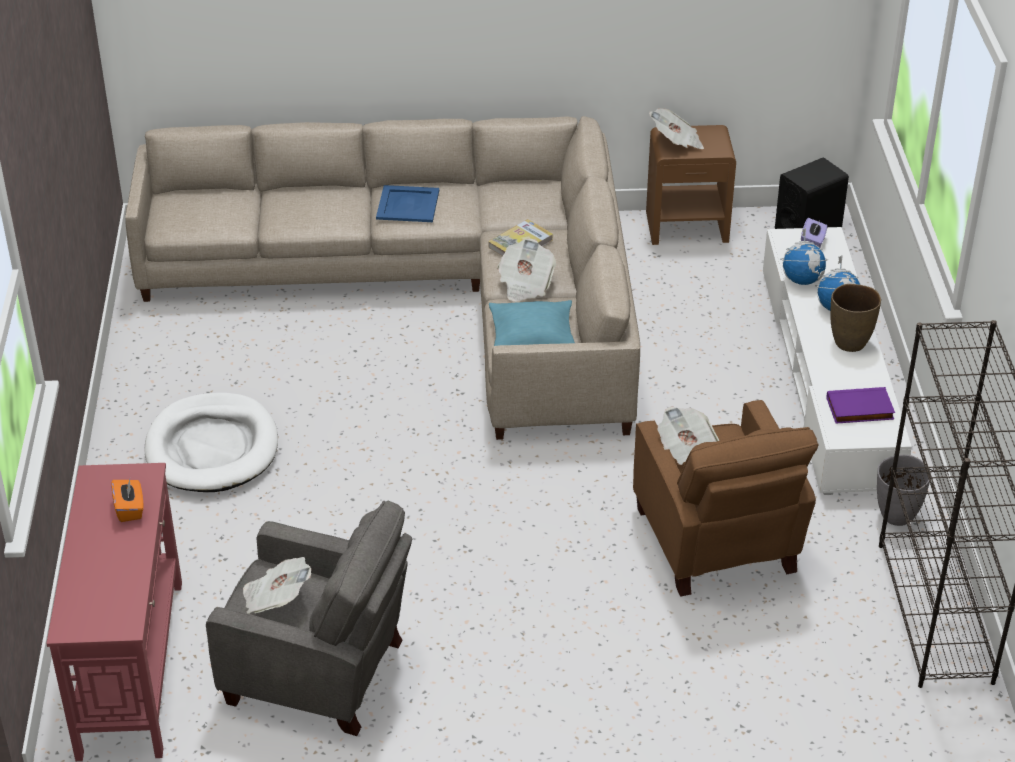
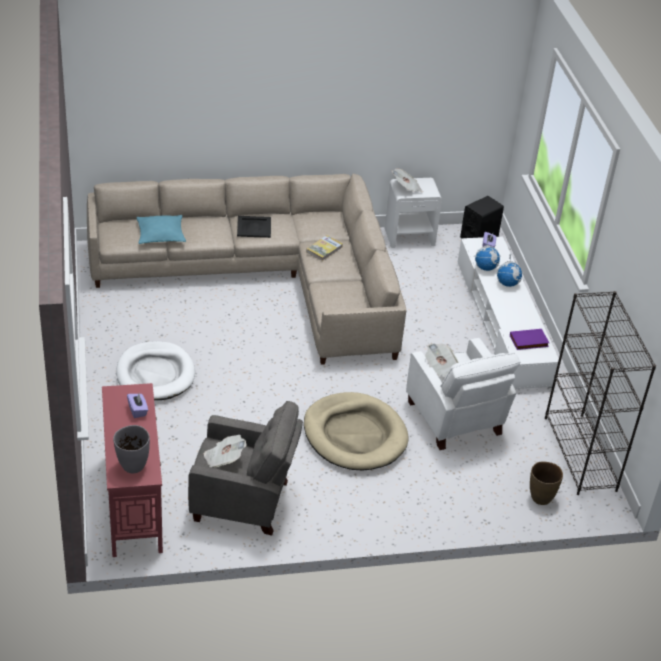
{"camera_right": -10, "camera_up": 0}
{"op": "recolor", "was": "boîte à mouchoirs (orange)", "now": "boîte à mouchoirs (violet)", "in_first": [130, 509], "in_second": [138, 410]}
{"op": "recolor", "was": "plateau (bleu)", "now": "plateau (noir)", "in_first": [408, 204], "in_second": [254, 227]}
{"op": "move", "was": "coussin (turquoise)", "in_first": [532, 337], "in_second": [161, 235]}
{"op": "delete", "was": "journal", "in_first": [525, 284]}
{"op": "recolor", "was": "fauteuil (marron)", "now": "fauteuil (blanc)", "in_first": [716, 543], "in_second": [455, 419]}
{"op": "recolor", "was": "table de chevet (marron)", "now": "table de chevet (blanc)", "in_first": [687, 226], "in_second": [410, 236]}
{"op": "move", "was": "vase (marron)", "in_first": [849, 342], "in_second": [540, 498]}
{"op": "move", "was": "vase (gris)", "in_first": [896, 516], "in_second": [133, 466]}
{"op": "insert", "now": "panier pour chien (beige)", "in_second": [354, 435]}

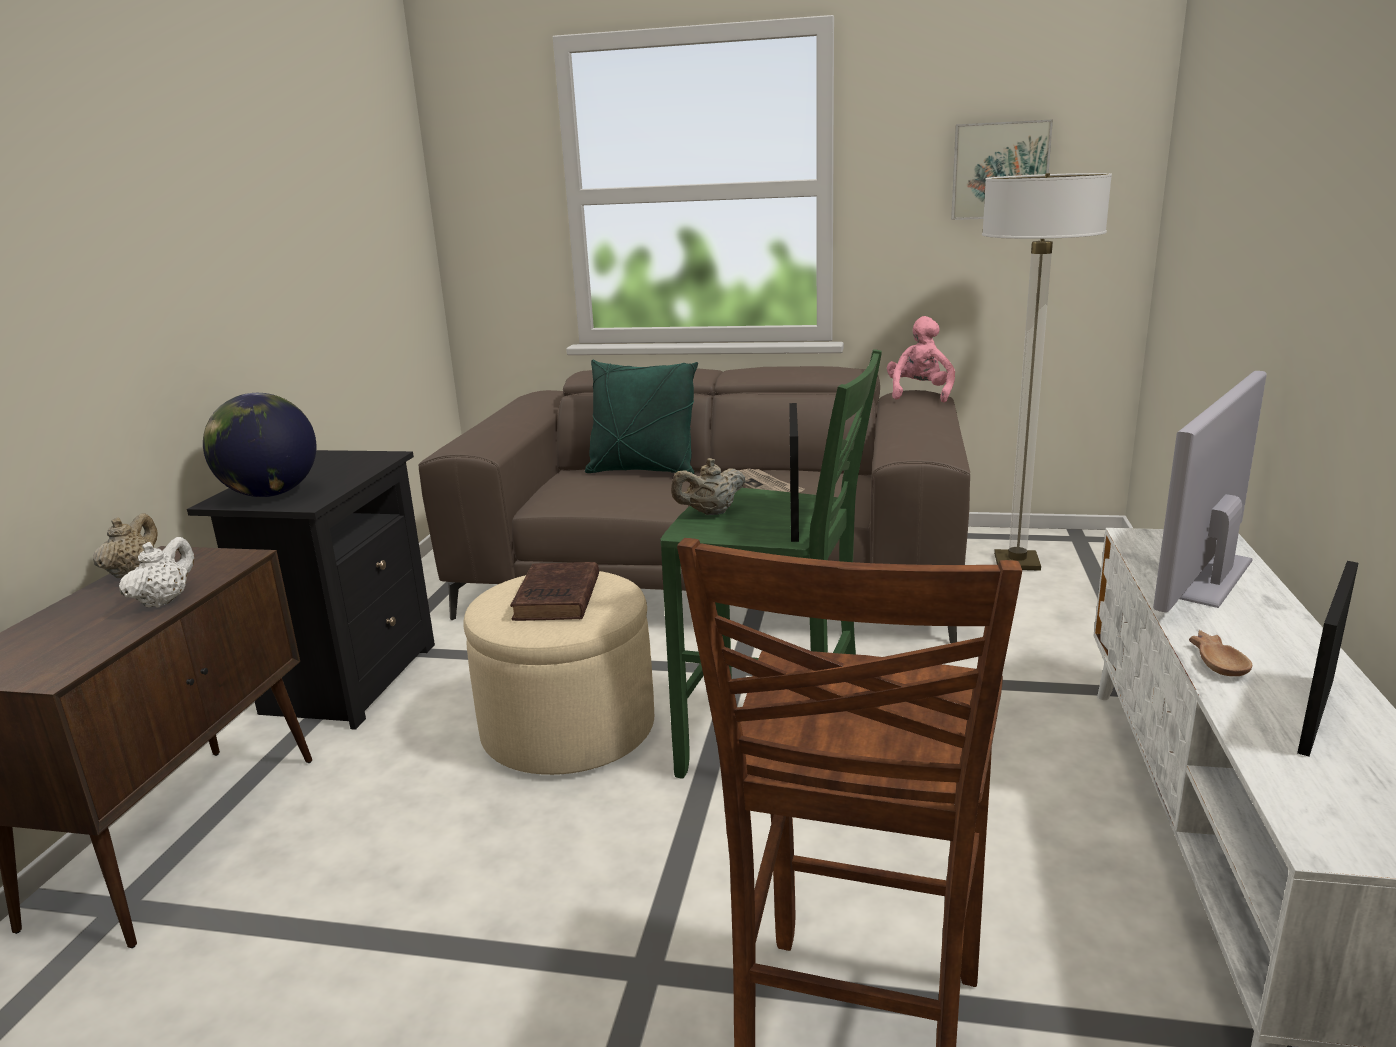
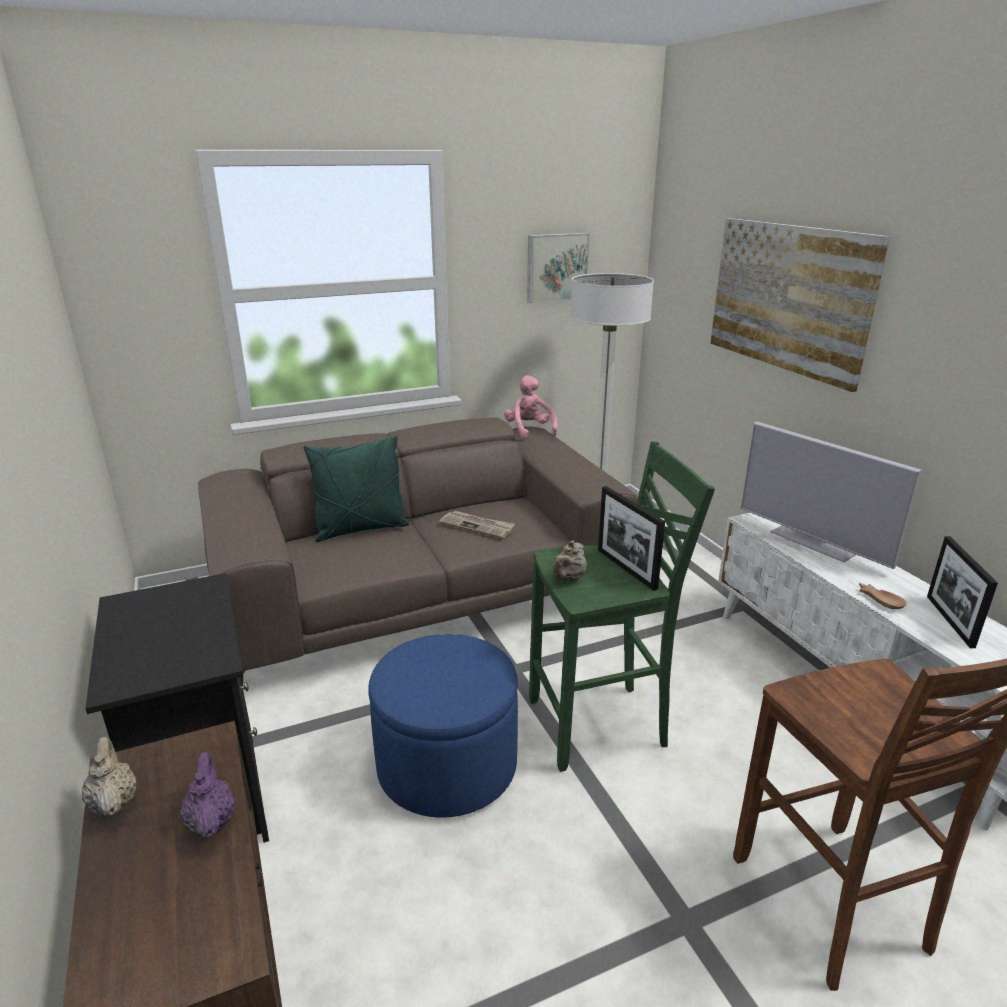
{"camera_right": -35, "camera_up": 5}
{"op": "recolor", "was": "théière (blanc)", "now": "théière (violet)", "in_first": [164, 601], "in_second": [211, 820]}
{"op": "delete", "was": "globe", "in_first": [271, 494]}
{"op": "recolor", "was": "pouf (beige)", "now": "pouf (bleu)", "in_first": [568, 729], "in_second": [447, 765]}
{"op": "delete", "was": "livre (marron)", "in_first": [557, 599]}
{"op": "rotate", "was": "téléviseur", "in_first": [1209, 577], "in_second": [813, 542], "clockwise": -45}
{"op": "insert", "now": "tableau", "in_second": [788, 297]}

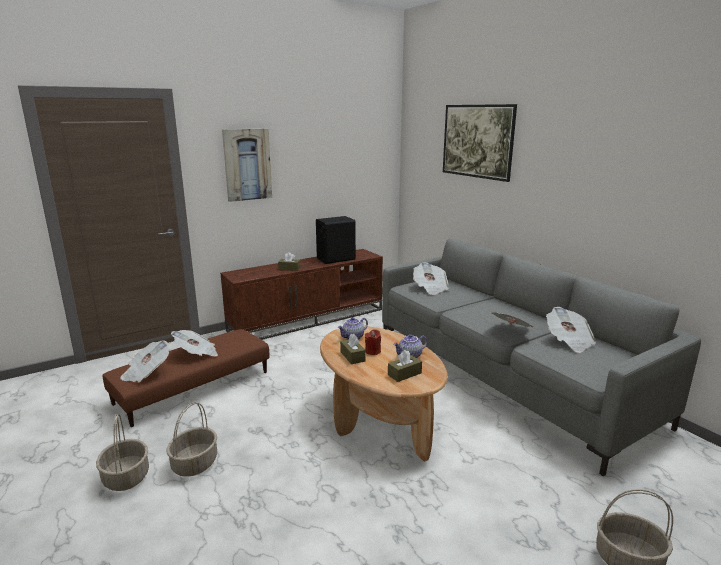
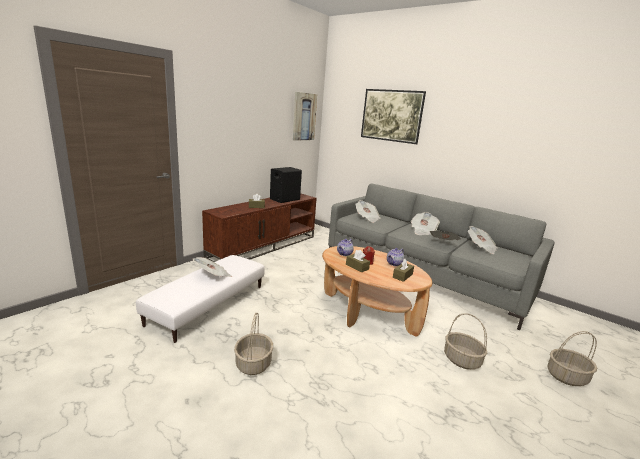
{"camera_right": -20, "camera_up": 0}
{"op": "move", "was": "panier", "in_first": [126, 477], "in_second": [461, 360]}
{"op": "recolor", "was": "pouf (marron)", "now": "pouf (blanc)", "in_first": [193, 387], "in_second": [208, 304]}
{"op": "move", "was": "journal", "in_first": [146, 373], "in_second": [423, 231]}
{"op": "move", "was": "tableau", "in_first": [247, 164], "in_second": [304, 117]}

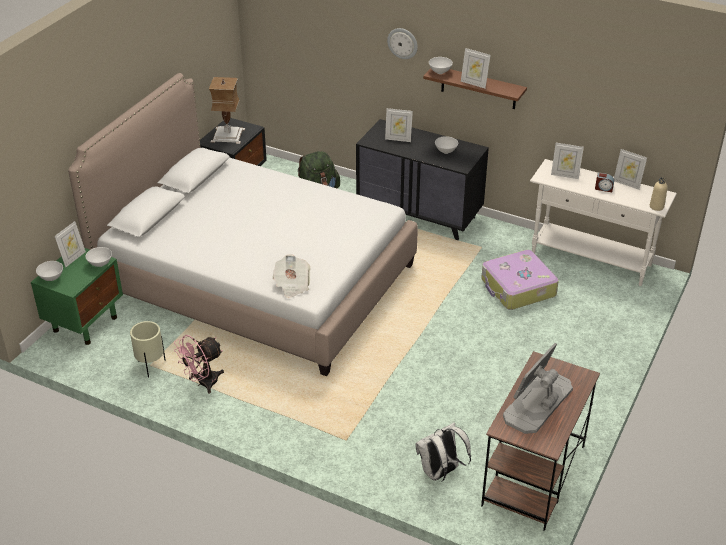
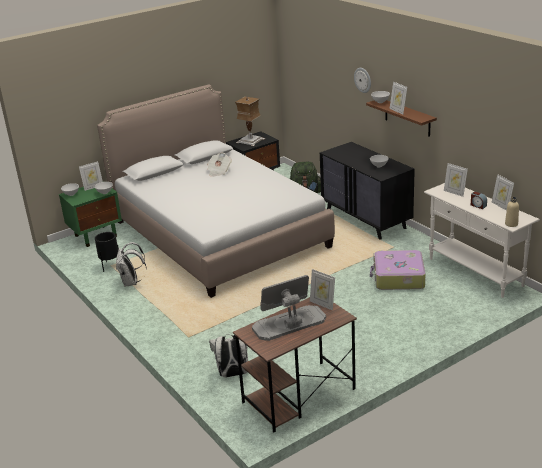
{"camera_right": 30, "camera_up": -10}
{"op": "recolor", "was": "cache-pot (beige)", "now": "cache-pot (noir)", "in_first": [150, 366], "in_second": [110, 266]}
{"op": "replace", "was": "ventilateur (rose)", "now": "sac à dos (blanc)", "in_first": [203, 383], "in_second": [131, 282]}
{"op": "move", "was": "journal", "in_first": [292, 285], "in_second": [219, 171]}
{"op": "move", "was": "cadre photo", "in_first": [398, 139], "in_second": [322, 304]}

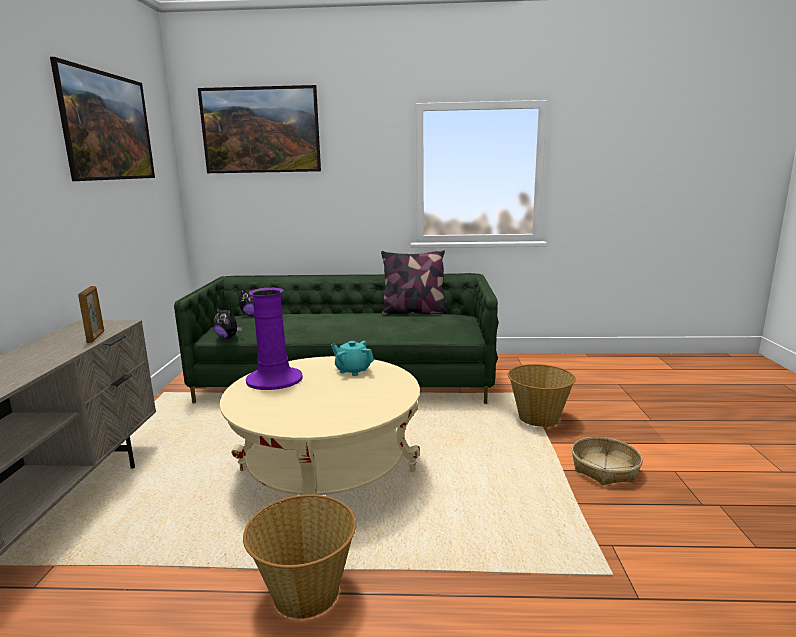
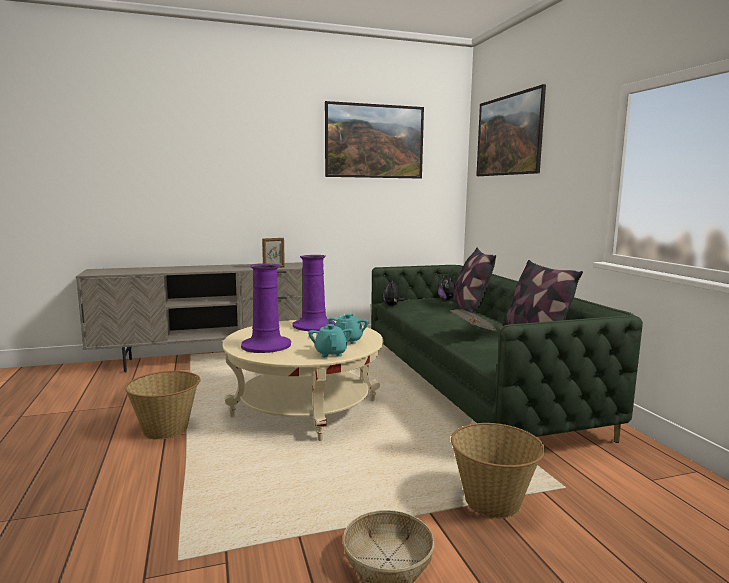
{"camera_right": 70, "camera_up": -5}
{"op": "insert", "now": "vase (violet)", "in_second": [265, 345]}
{"op": "insert", "now": "théière (turquoise)", "in_second": [331, 353]}
{"op": "insert", "now": "journal", "in_second": [474, 333]}
{"op": "insert", "now": "coussin", "in_second": [469, 308]}

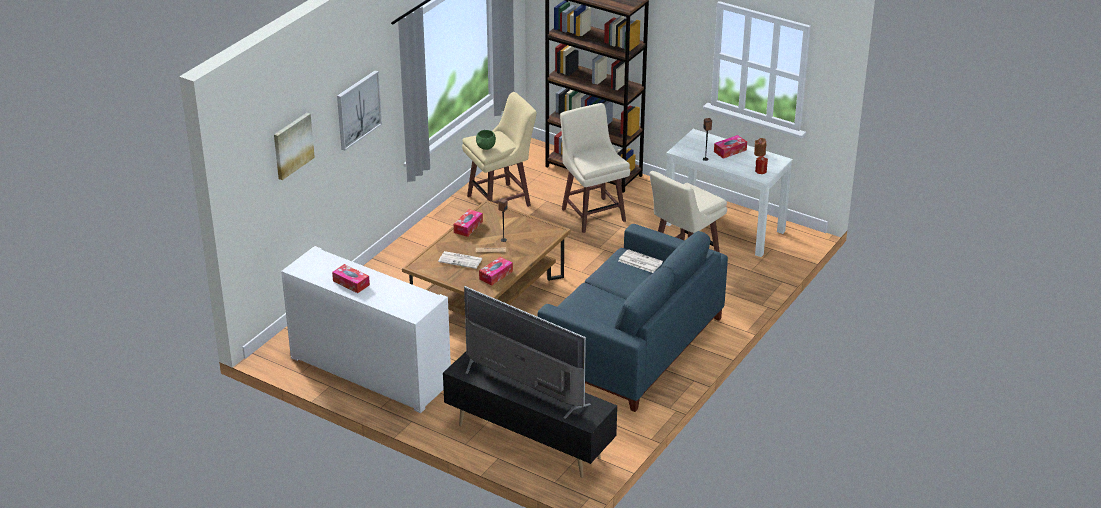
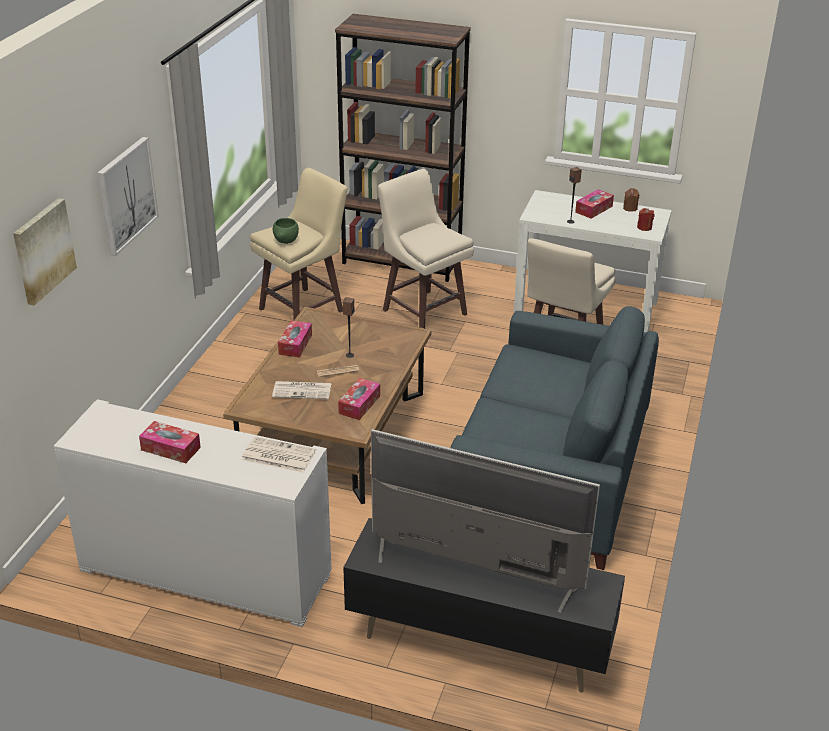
{"camera_right": -15, "camera_up": 0}
{"op": "move", "was": "journal", "in_first": [639, 261], "in_second": [277, 455]}

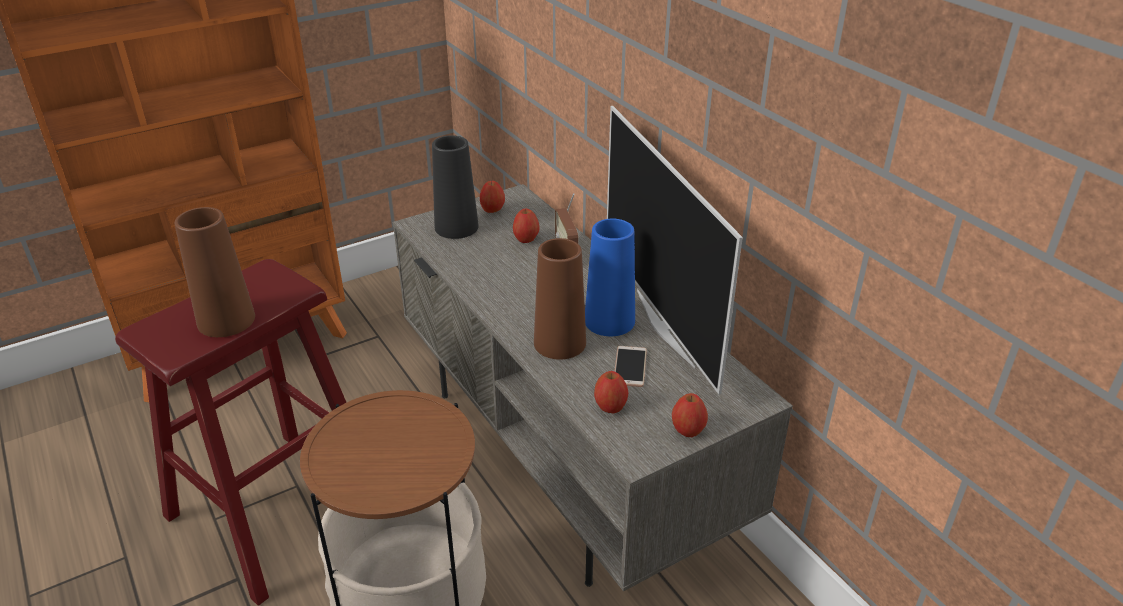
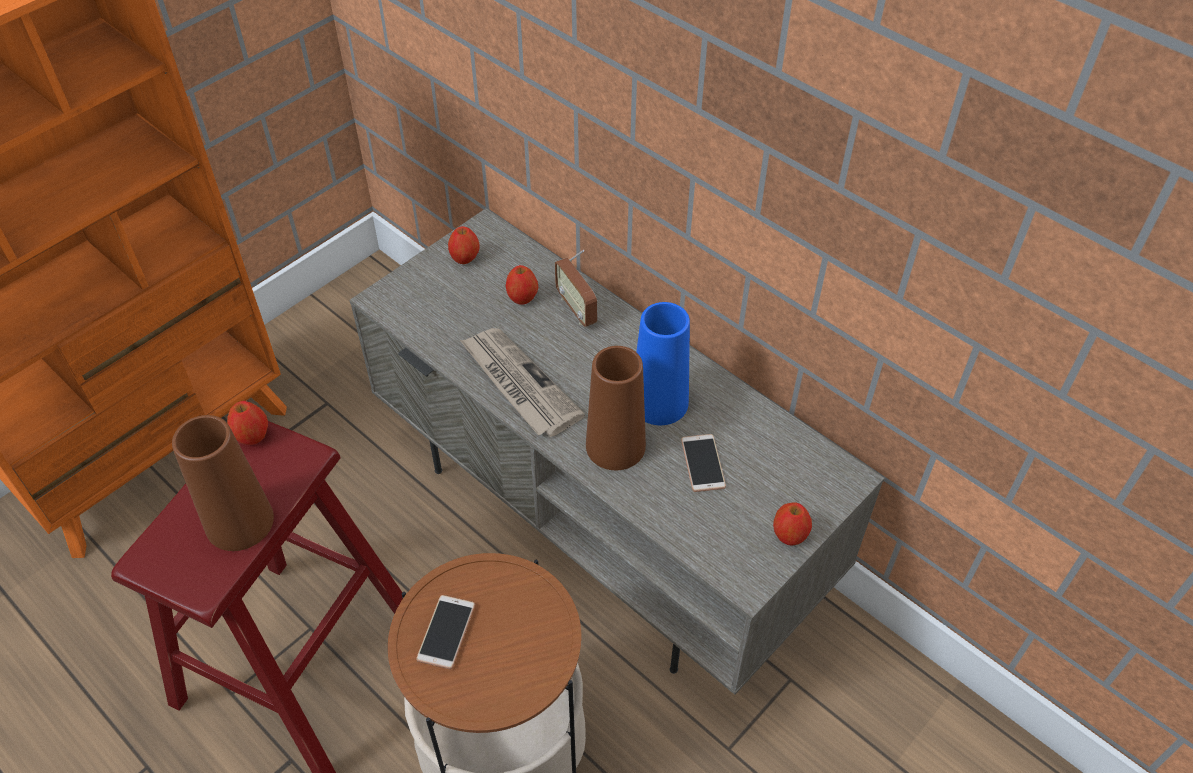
{"camera_right": -15, "camera_up": 15}
{"op": "delete", "was": "vase (noir)", "in_first": [456, 227]}
{"op": "move", "was": "pomme", "in_first": [610, 407], "in_second": [252, 436]}
{"op": "delete", "was": "téléviseur", "in_first": [666, 326]}
{"op": "insert", "now": "téléphone", "in_second": [446, 632]}
{"op": "insert", "now": "journal", "in_second": [518, 384]}

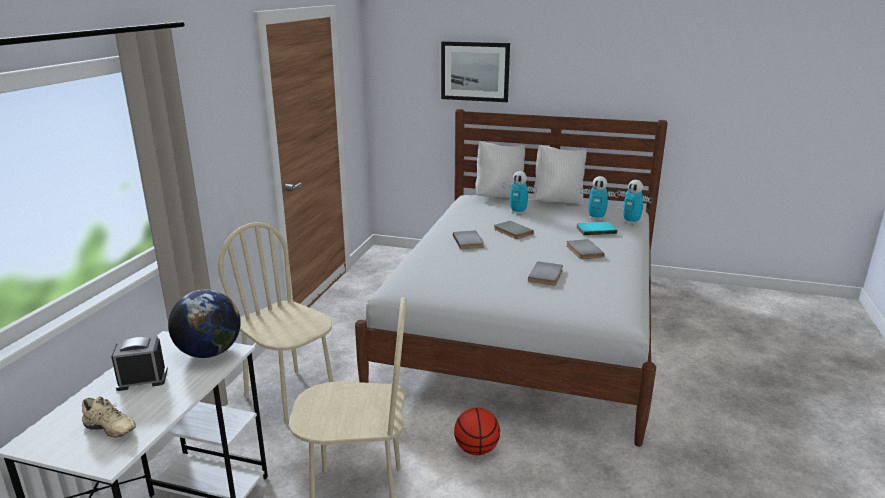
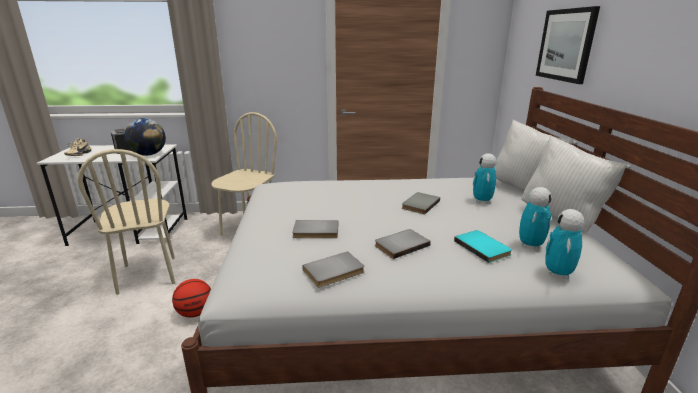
{"camera_right": 70, "camera_up": 0}
{"op": "move", "was": "livre (gris)", "in_first": [469, 241], "in_second": [334, 272]}
{"op": "rotate", "was": "robot jouet", "in_first": [596, 218], "in_second": [530, 245], "clockwise": -150}

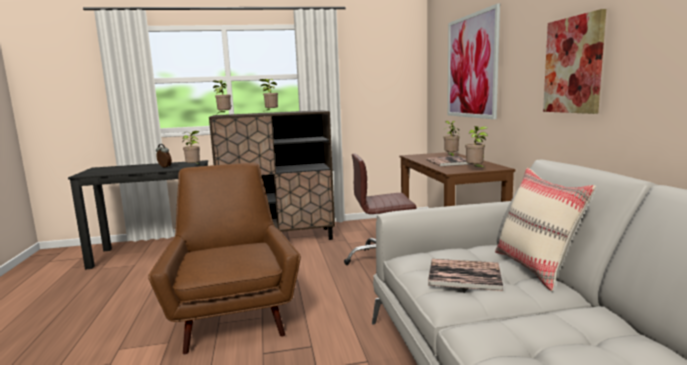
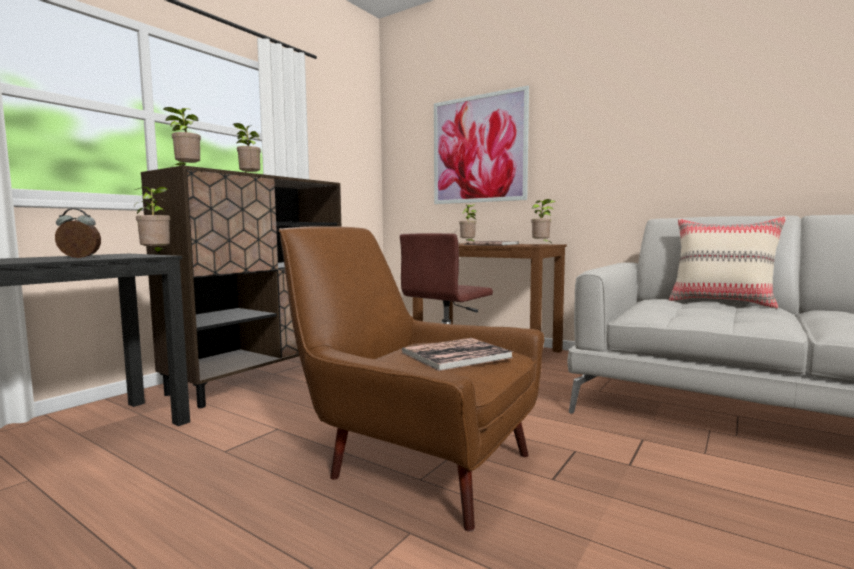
{"camera_right": -45, "camera_up": -5}
{"op": "move", "was": "livre", "in_first": [464, 275], "in_second": [456, 355]}
{"op": "delete", "was": "tableau", "in_first": [573, 65]}

